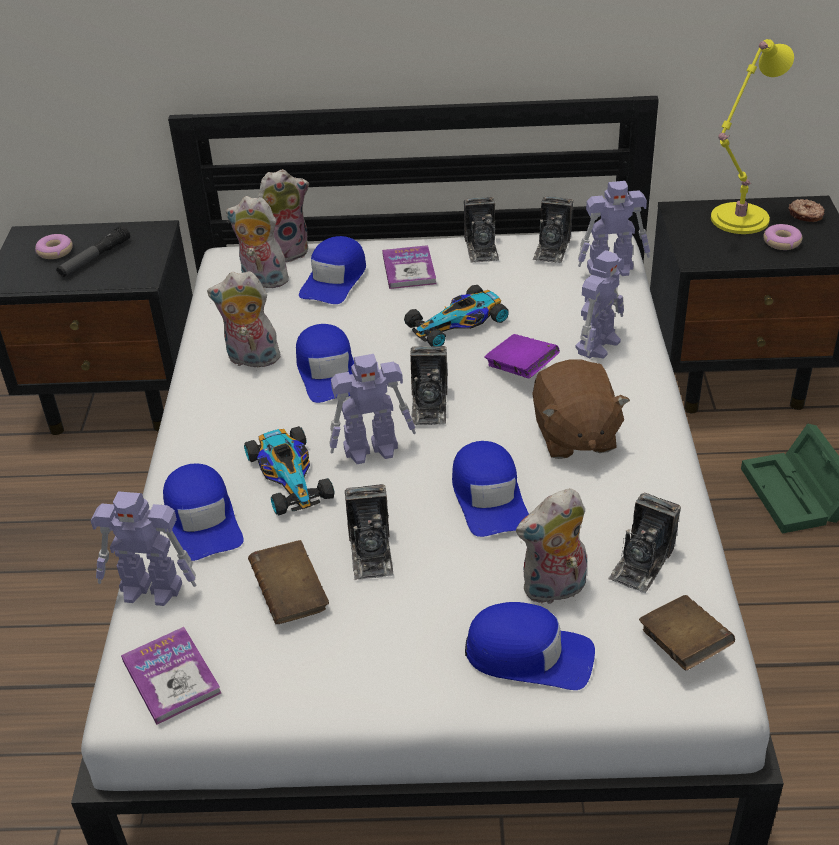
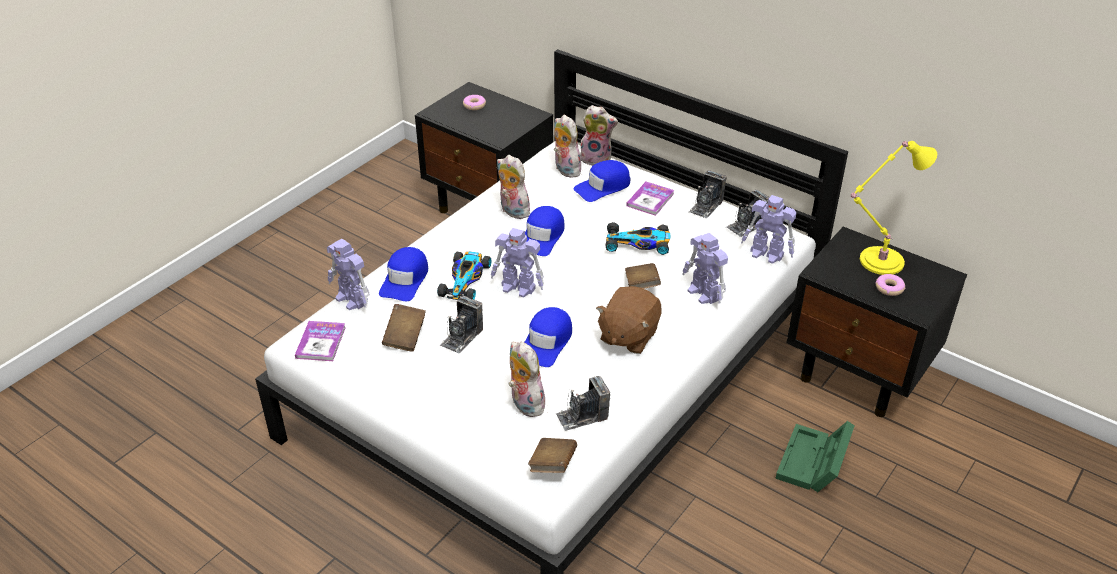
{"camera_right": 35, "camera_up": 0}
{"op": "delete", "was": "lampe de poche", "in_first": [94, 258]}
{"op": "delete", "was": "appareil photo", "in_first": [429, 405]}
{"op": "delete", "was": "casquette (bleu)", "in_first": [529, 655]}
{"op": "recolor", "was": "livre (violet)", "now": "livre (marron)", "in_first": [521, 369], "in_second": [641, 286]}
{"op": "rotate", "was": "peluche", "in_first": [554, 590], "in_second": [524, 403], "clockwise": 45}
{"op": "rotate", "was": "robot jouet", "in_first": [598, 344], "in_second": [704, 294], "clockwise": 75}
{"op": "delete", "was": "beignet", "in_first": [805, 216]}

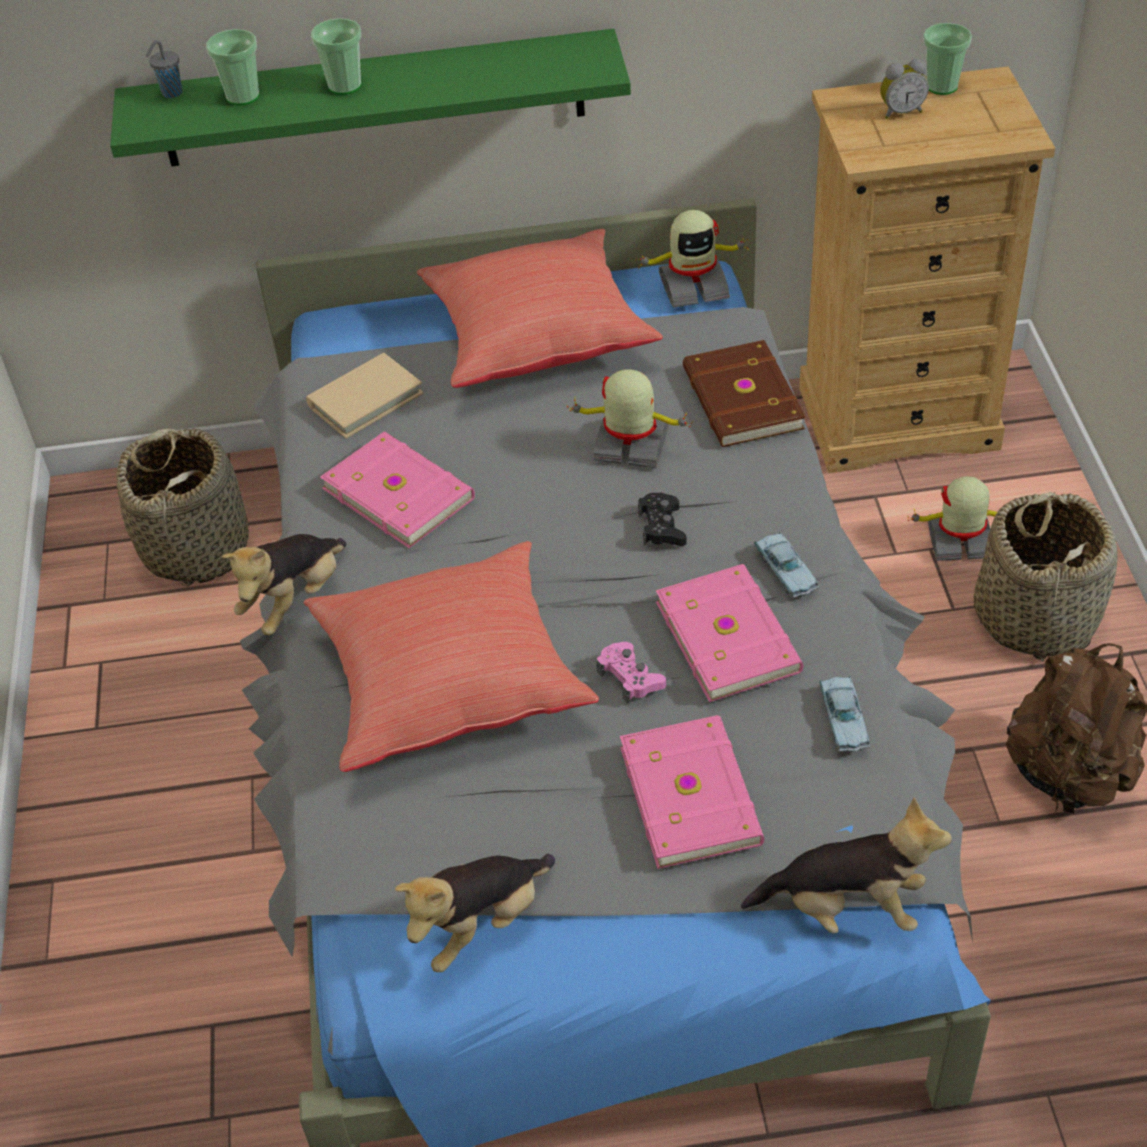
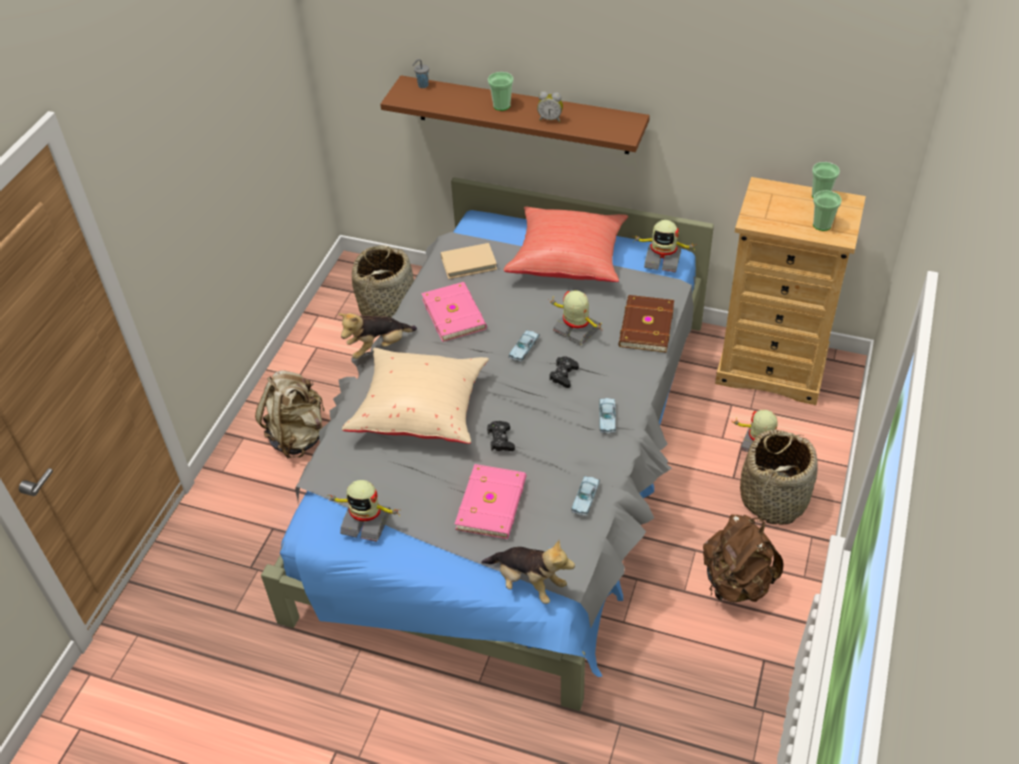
{"camera_right": 25, "camera_up": 0}
{"op": "recolor", "was": "étagère (vert)", "now": "étagère (marron)", "in_first": [373, 99], "in_second": [522, 115]}
{"op": "move", "was": "tasse", "in_first": [242, 96], "in_second": [822, 225]}
{"op": "recolor", "was": "coussin (rouge)", "now": "coussin (beige)", "in_first": [448, 682], "in_second": [420, 410]}
{"op": "replace", "was": "peluche", "now": "robot jouet", "in_first": [480, 924], "in_second": [366, 521]}
{"op": "recolor", "was": "manette (rose)", "now": "manette (noir)", "in_first": [630, 677], "in_second": [501, 440]}
{"op": "delete", "was": "livre (rose)", "in_first": [730, 635]}
{"op": "move", "was": "réveil", "in_first": [901, 112], "in_second": [550, 119]}
{"op": "insert", "now": "sac à dos (beige)", "in_second": [297, 436]}
{"op": "insert", "now": "petite voiture (bleu)", "in_second": [524, 348]}

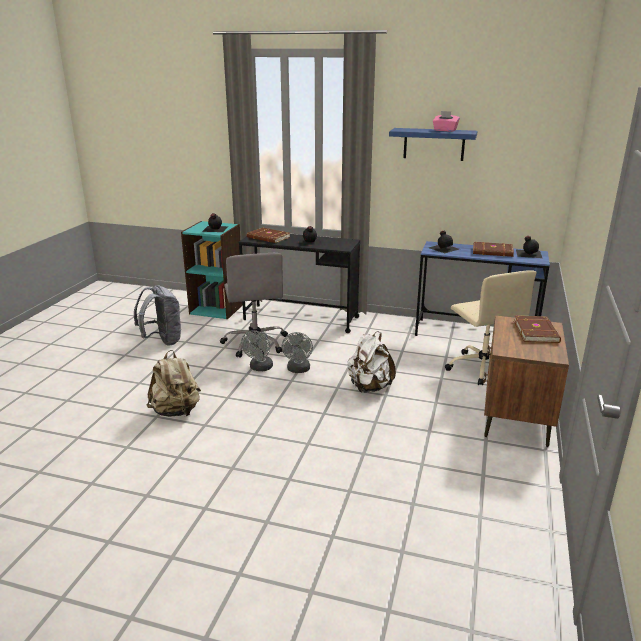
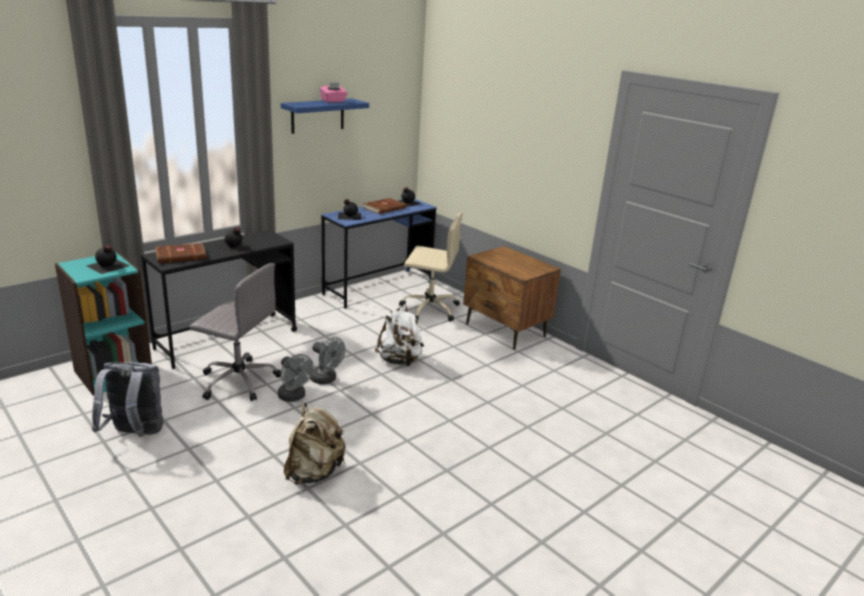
{"camera_right": -60, "camera_up": 0}
{"op": "delete", "was": "livre (marron)", "in_first": [536, 331]}

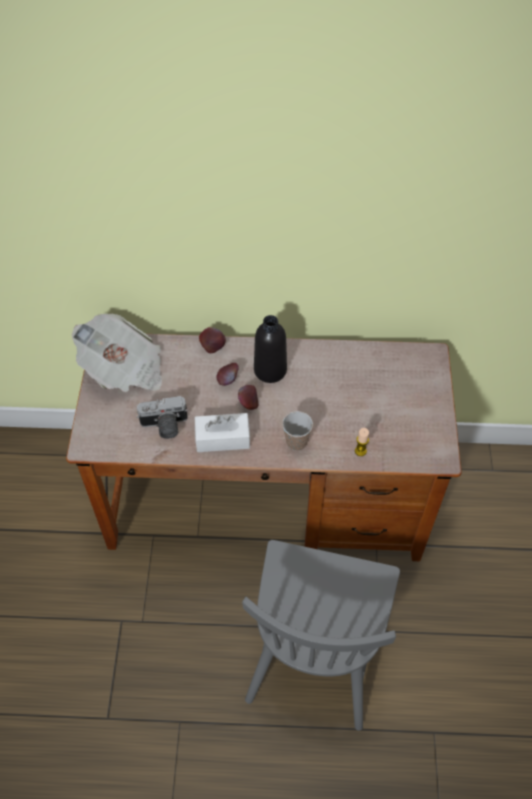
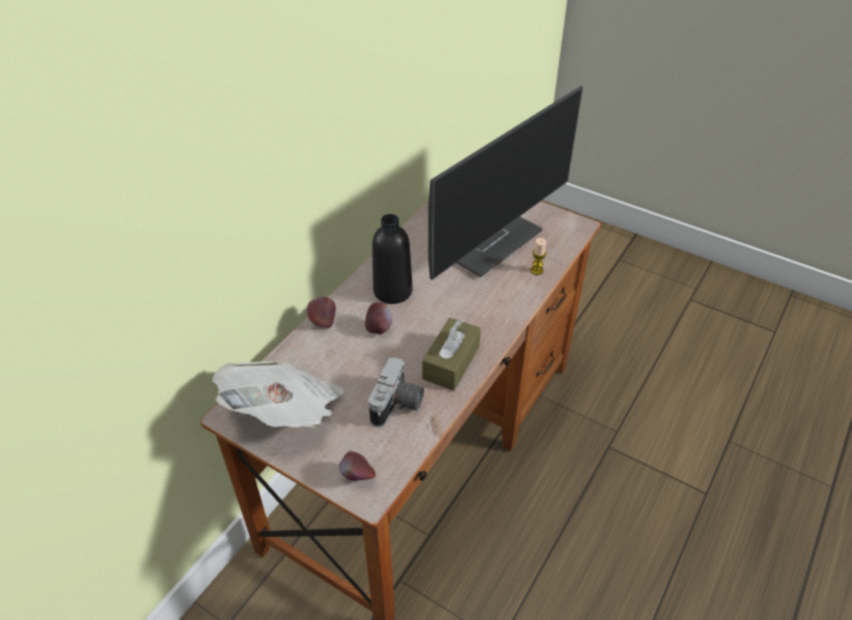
{"camera_right": -60, "camera_up": -10}
{"op": "recolor", "was": "boîte à mouchoirs (blanc)", "now": "boîte à mouchoirs (marron)", "in_first": [222, 438], "in_second": [451, 362]}
{"op": "move", "was": "pomme", "in_first": [248, 404], "in_second": [358, 477]}
{"op": "delete", "was": "chaise (gris)", "in_first": [315, 650]}
{"op": "delete", "was": "tasse", "in_first": [296, 442]}
{"op": "insert", "now": "écran d'ordinateur", "in_second": [489, 240]}

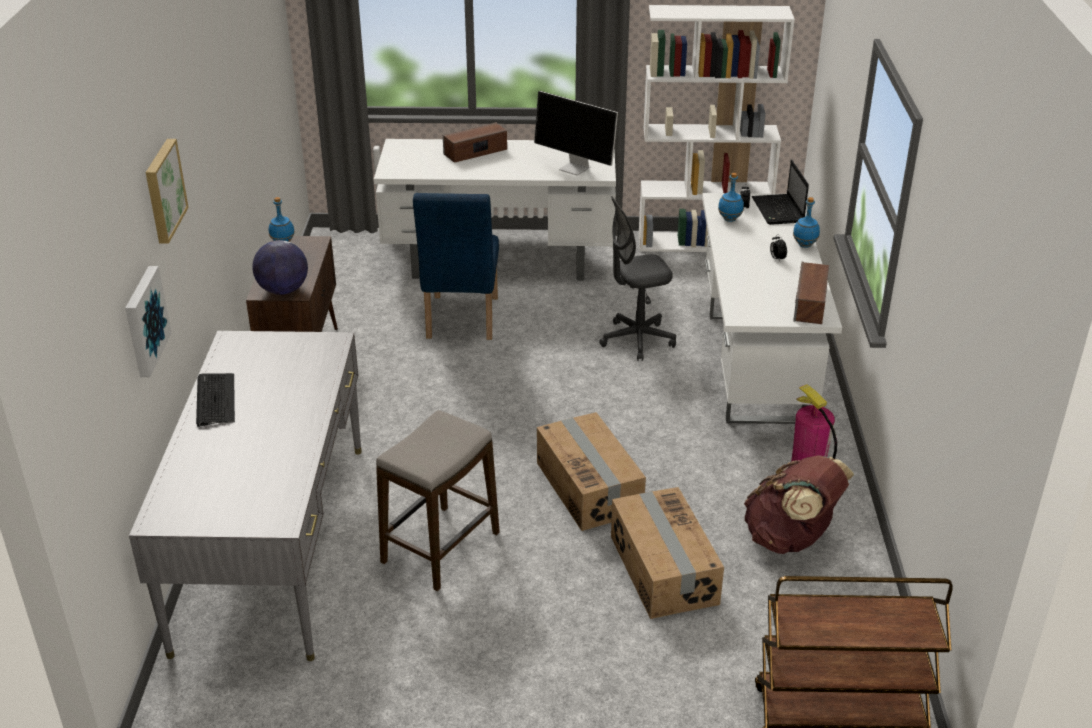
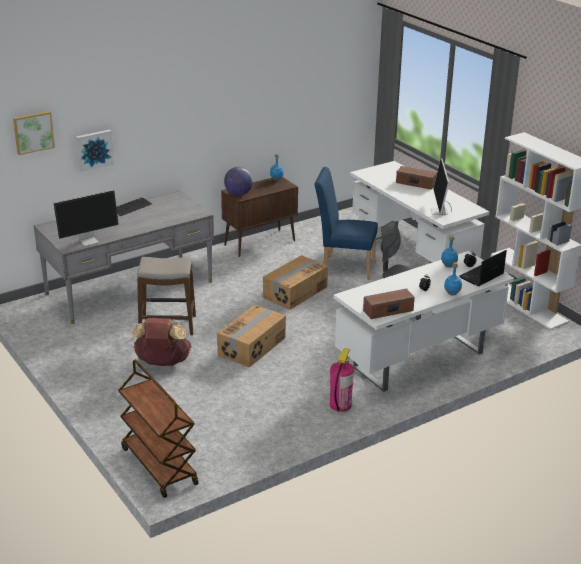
{"camera_right": 55, "camera_up": -5}
{"op": "move", "was": "tableau", "in_first": [163, 190], "in_second": [33, 132]}
{"op": "rotate", "was": "chaise (bleu)", "in_first": [461, 321], "in_second": [343, 267], "clockwise": 45}
{"op": "move", "was": "carton", "in_first": [662, 570], "in_second": [294, 292]}
{"op": "move", "was": "sac à dos (marron)", "in_first": [790, 538], "in_second": [162, 363]}
{"op": "insert", "now": "écran d'ordinateur", "in_second": [89, 240]}

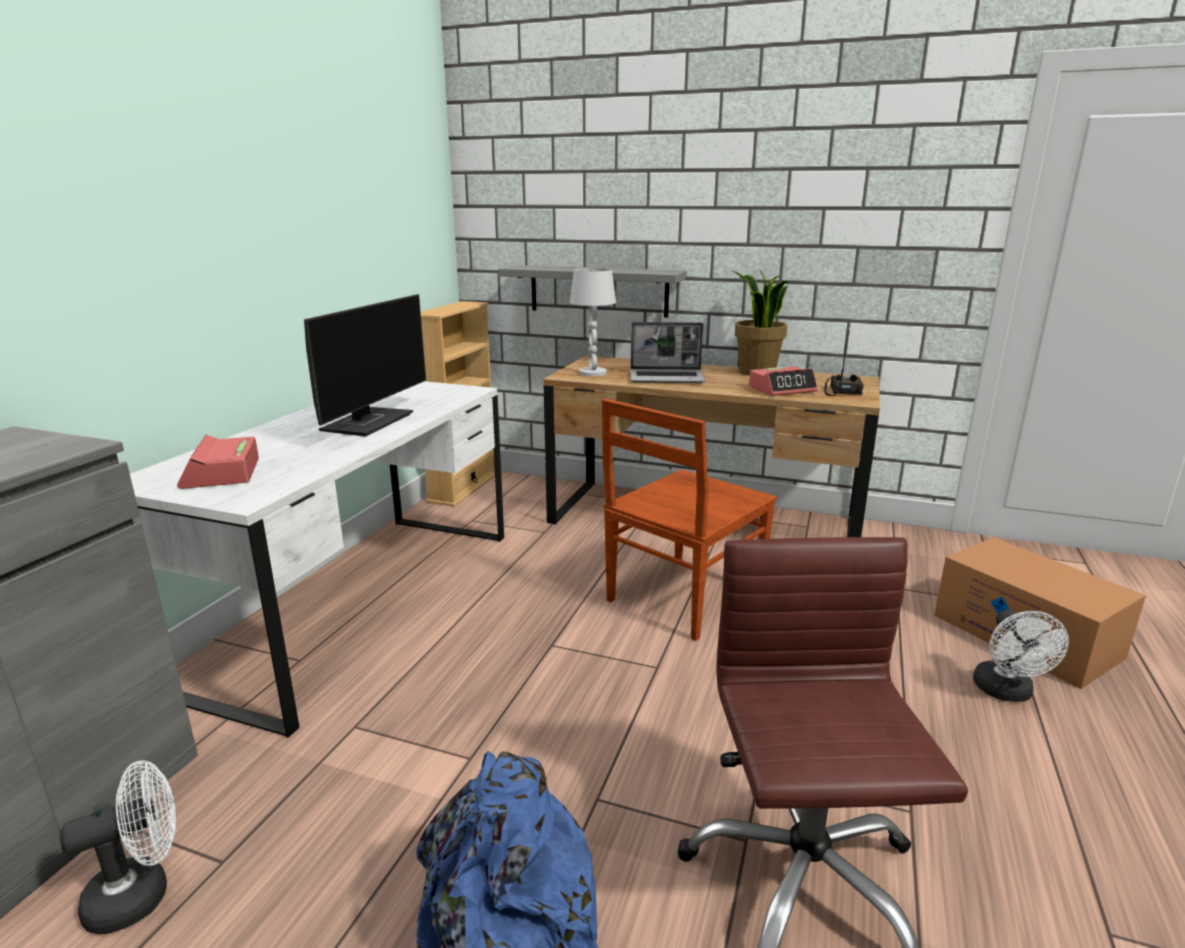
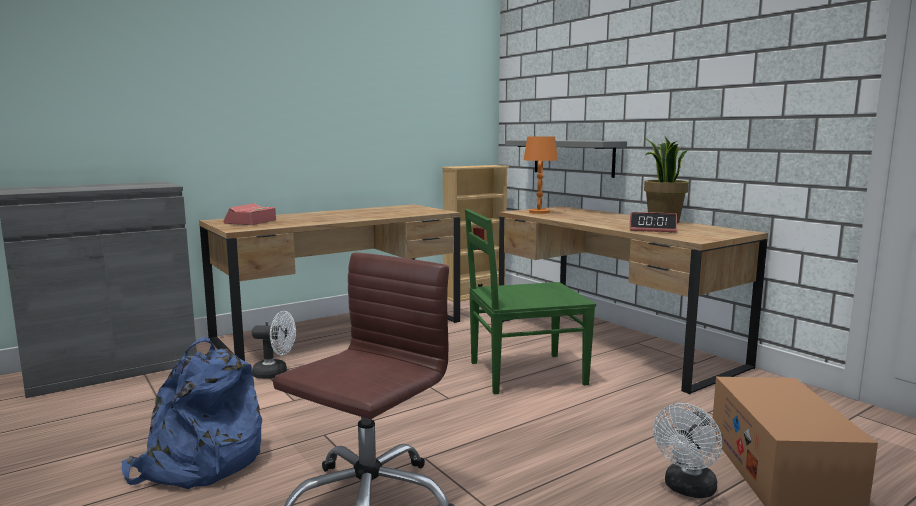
{"camera_right": 35, "camera_up": -10}
{"op": "move", "was": "ventilateur (blanc)", "in_first": [141, 893], "in_second": [275, 373]}
{"op": "recolor", "was": "bureau (blanc)", "now": "bureau (marron)", "in_first": [359, 602], "in_second": [340, 330]}
{"op": "delete", "was": "écran d'ordinateur", "in_first": [368, 422]}
{"op": "recolor", "was": "lampe de table (blanc)", "now": "lampe de table (orange)", "in_first": [592, 373], "in_second": [539, 212]}
{"op": "recolor", "was": "chaise (marron)", "now": "chaise (vert)", "in_first": [682, 597], "in_second": [523, 373]}
{"op": "delete", "was": "ordinateur portable", "in_first": [667, 378]}
{"op": "delete", "was": "radio", "in_first": [842, 391]}

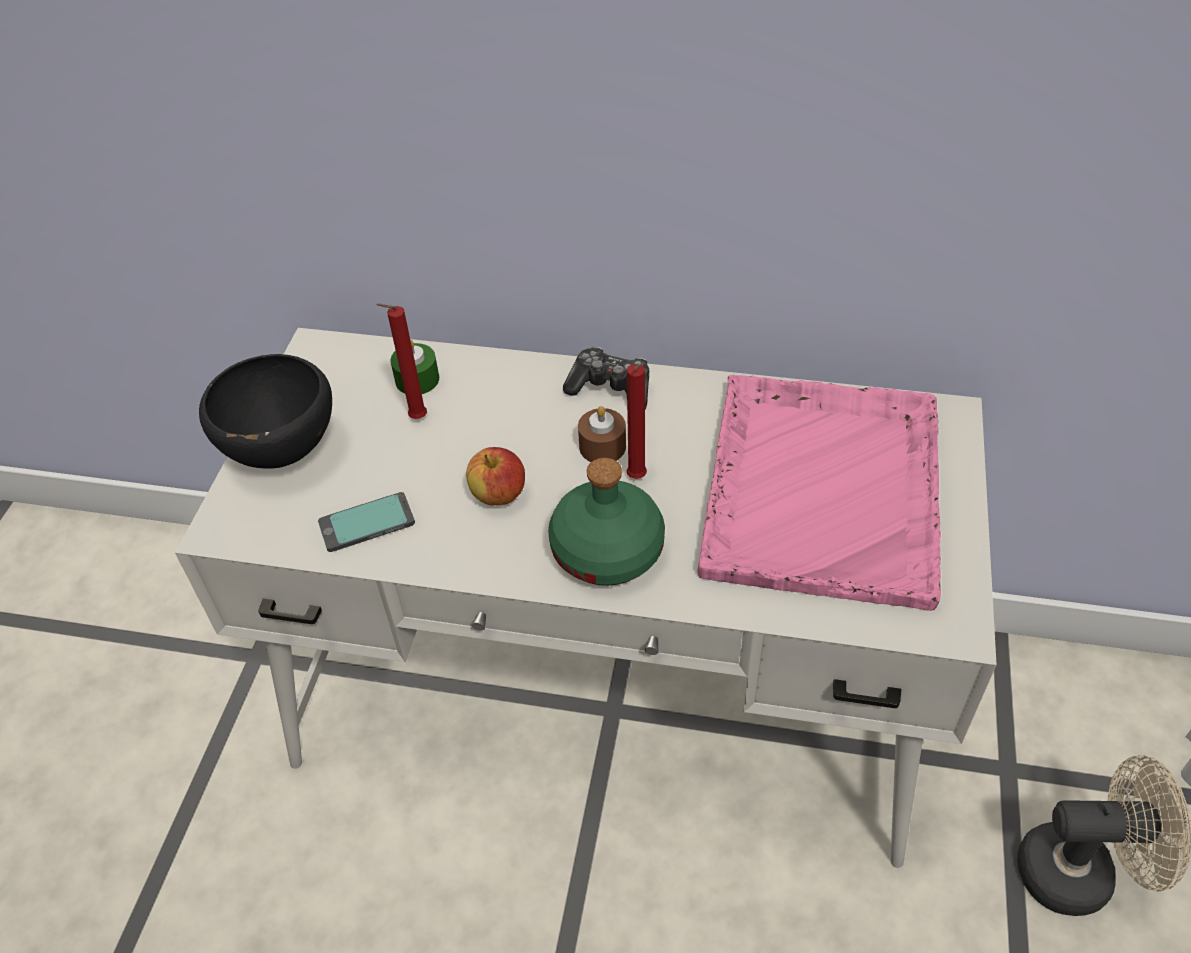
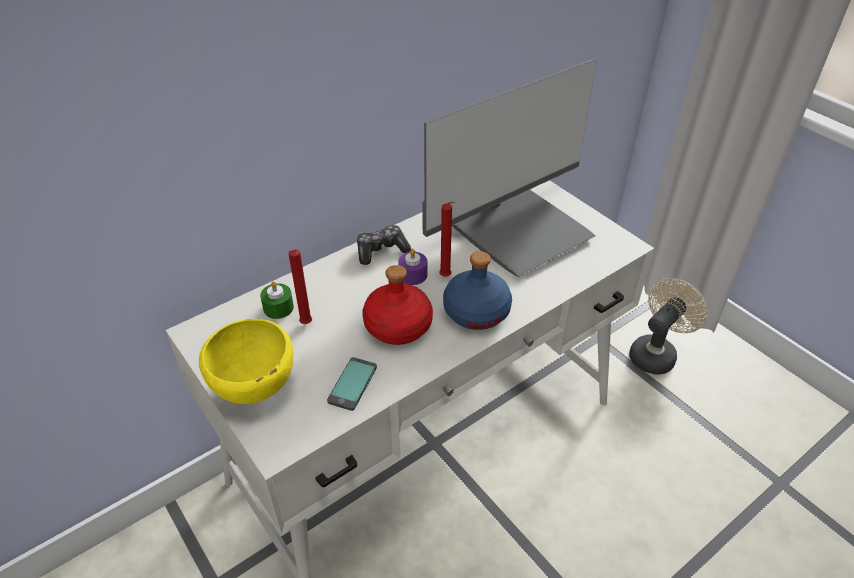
{"camera_right": -50, "camera_up": -5}
{"op": "recolor", "was": "bol (noir)", "now": "bol (jaune)", "in_first": [282, 454], "in_second": [256, 390]}
{"op": "replace", "was": "pomme", "now": "bouteille (rouge)", "in_first": [498, 495], "in_second": [397, 326]}
{"op": "recolor", "was": "bouteille (vert)", "now": "bouteille (bleu)", "in_first": [608, 550], "in_second": [476, 311]}
{"op": "recolor", "was": "bougie (marron)", "now": "bougie (violet)", "in_first": [602, 446], "in_second": [413, 275]}
{"op": "replace", "was": "plateau (rose)", "now": "écran d'ordinateur", "in_first": [823, 487], "in_second": [519, 230]}

